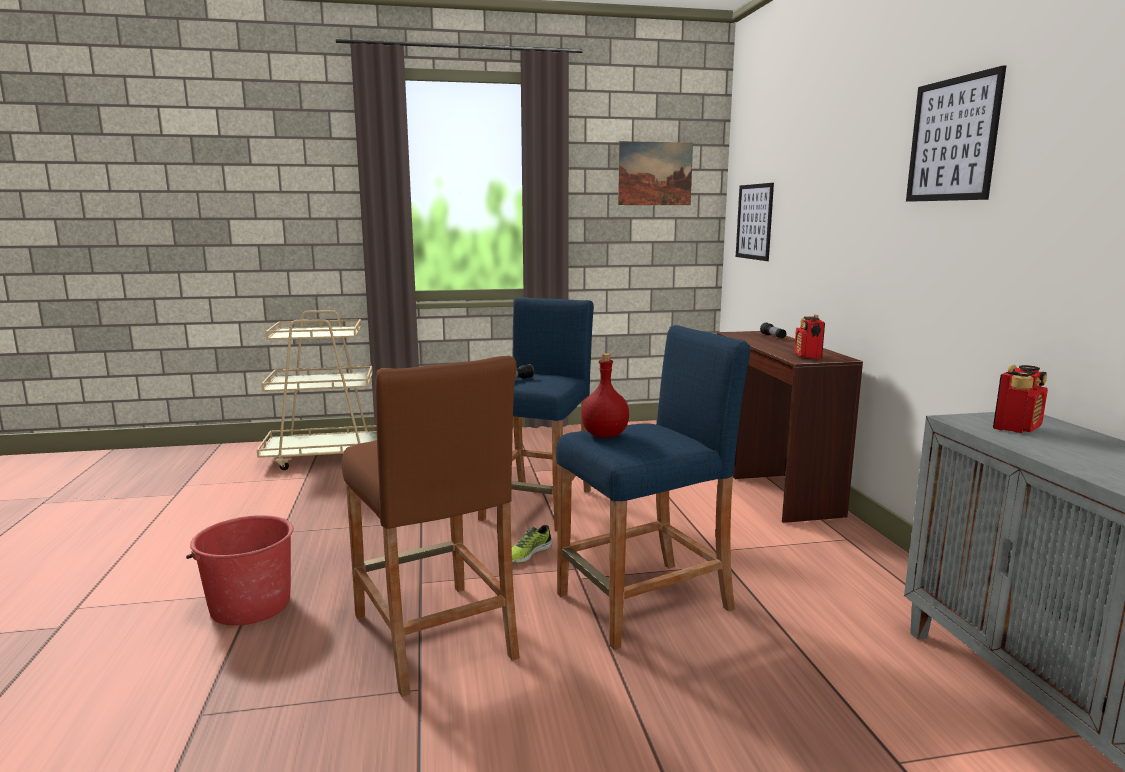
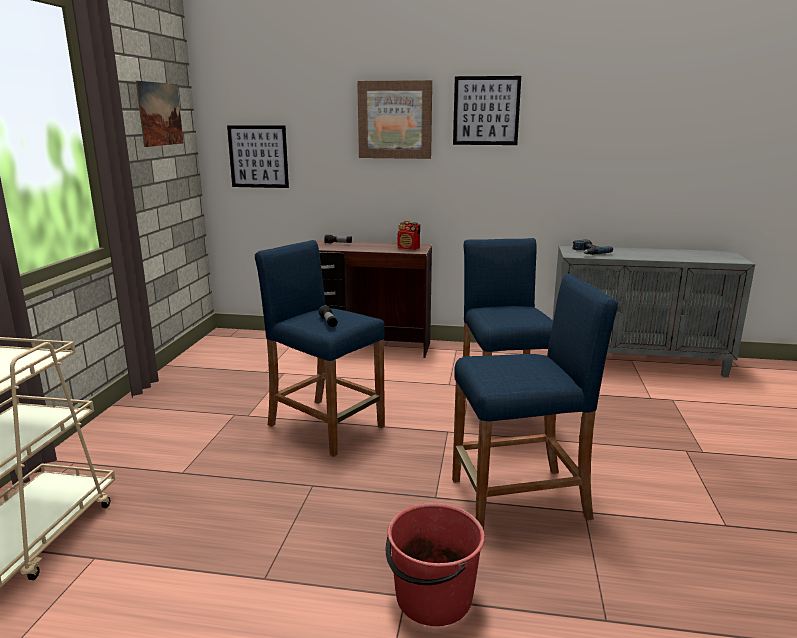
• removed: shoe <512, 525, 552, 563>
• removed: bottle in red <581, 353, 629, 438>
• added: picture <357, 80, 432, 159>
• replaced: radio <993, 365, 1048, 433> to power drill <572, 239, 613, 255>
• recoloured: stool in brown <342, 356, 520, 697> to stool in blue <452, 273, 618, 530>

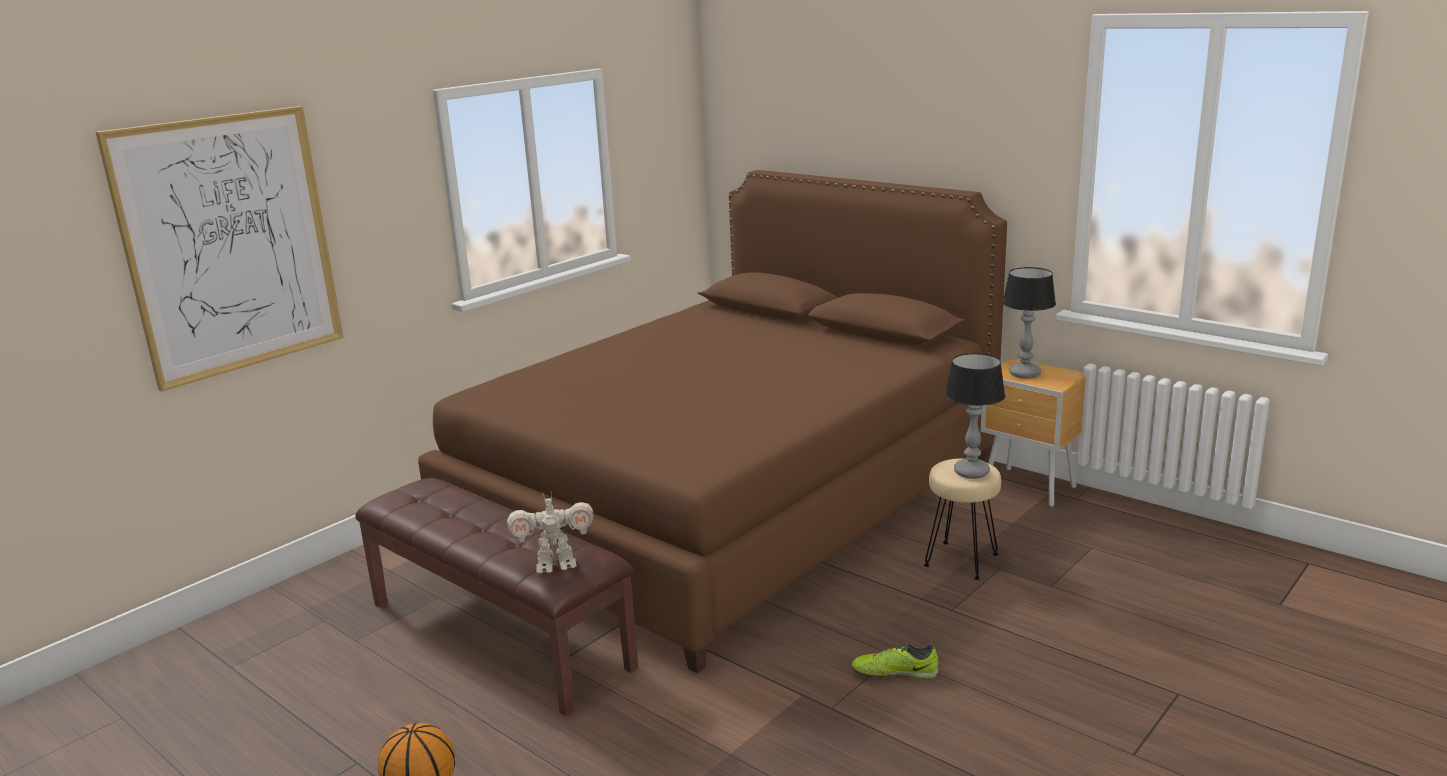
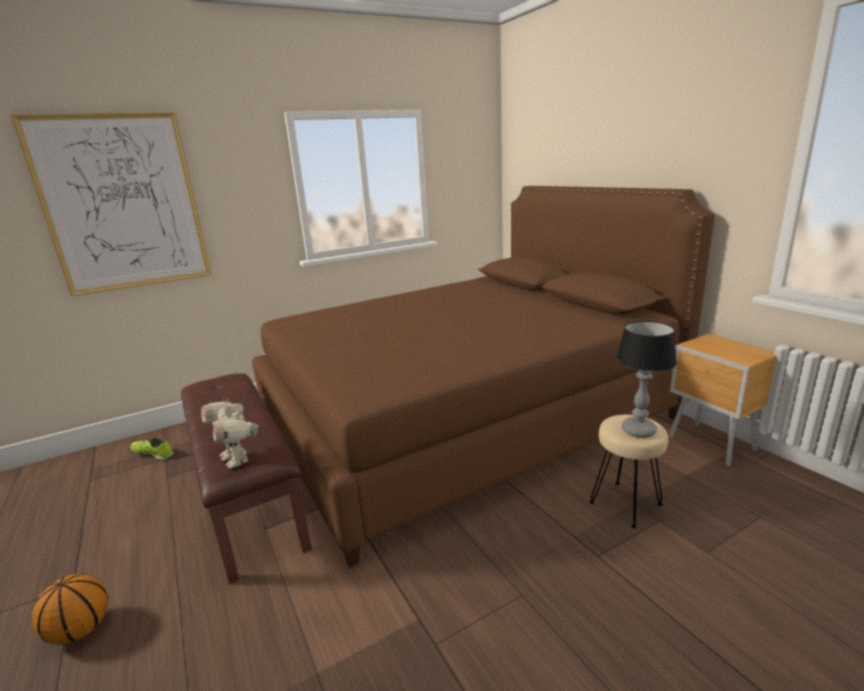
• removed: table lamp <1002, 267, 1056, 378>
• moved: shoe <851, 643, 938, 679> to <130, 437, 174, 460>
• turned: toy robot <507, 492, 594, 573> = <201, 398, 259, 468> 45 degrees clockwise

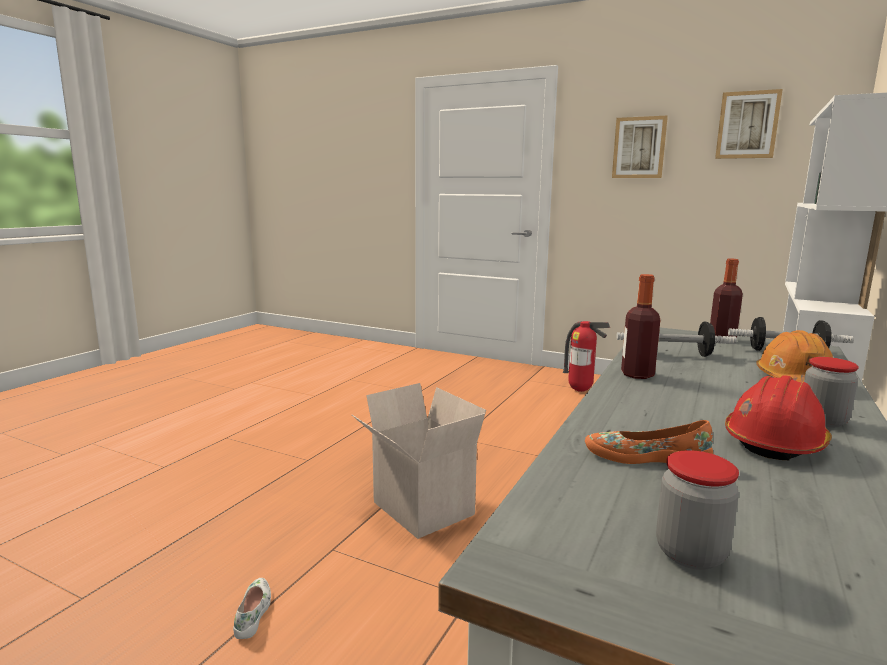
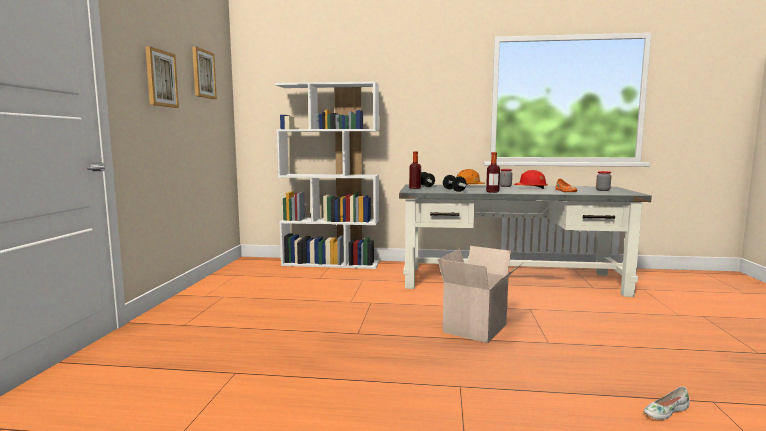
• removed: fire extinguisher <563, 321, 610, 392>
• moved: shoe in white <233, 578, 271, 639> to <644, 386, 690, 420>

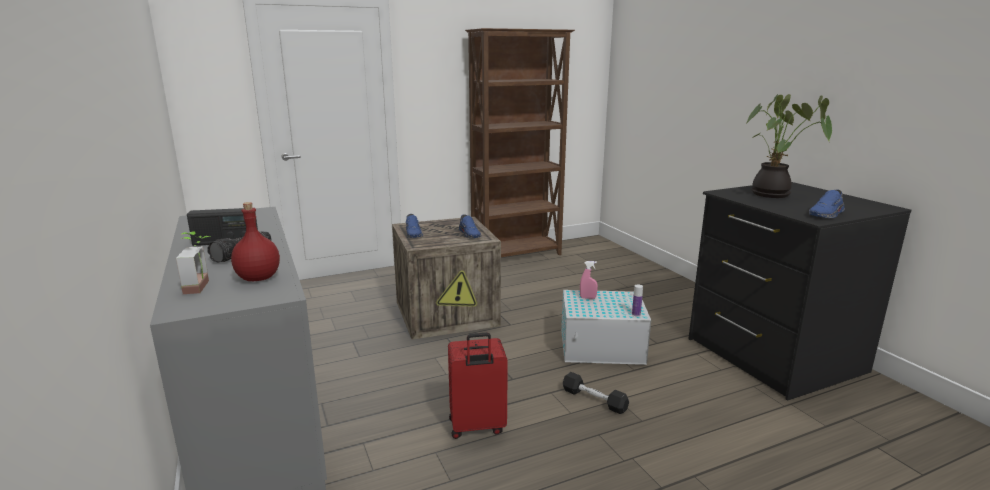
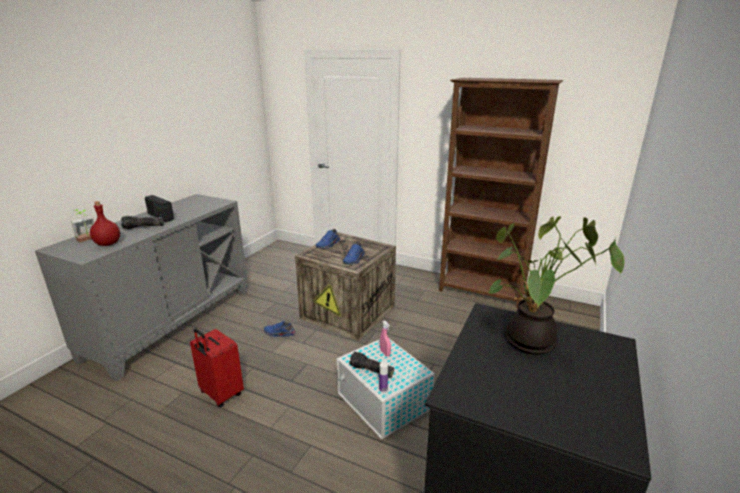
• removed: dumbbell in black <563, 372, 629, 414>
• added: flashlight <349, 351, 394, 378>
• moved: shoe in blue <809, 189, 845, 218> to <264, 321, 296, 337>

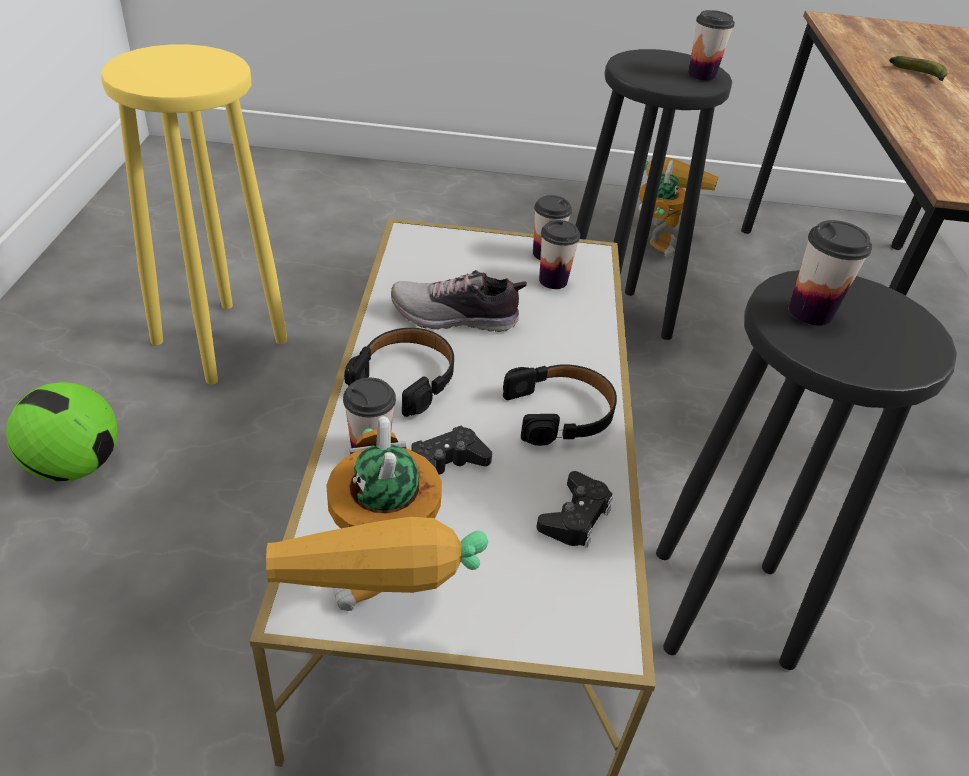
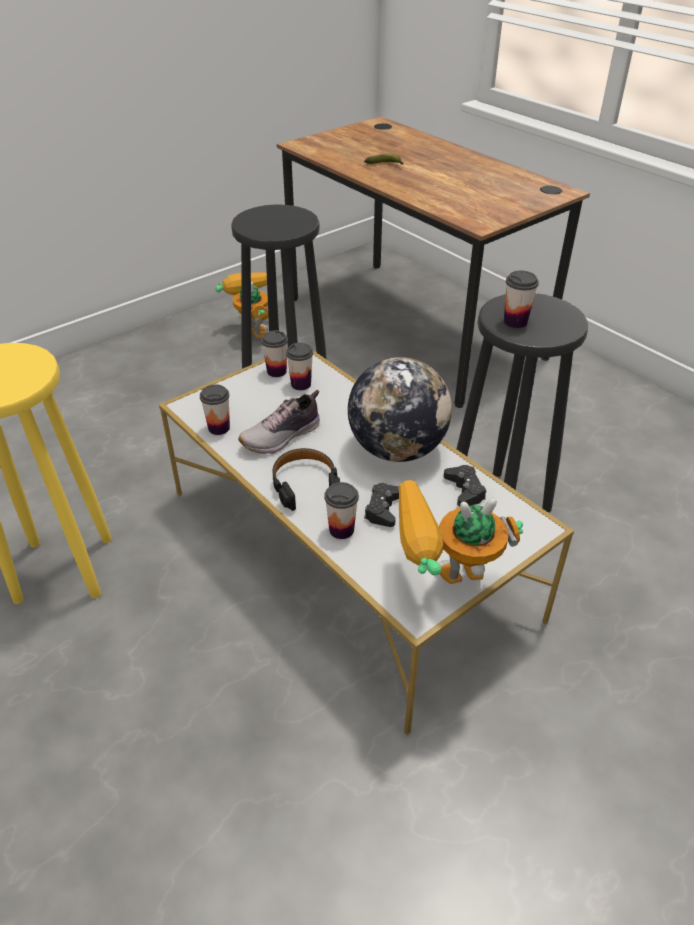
• removed: football <6, 382, 117, 482>
• moved: cup <688, 10, 735, 81> to <200, 384, 230, 435>
• replaced: headphones in black <503, 364, 617, 446> to globe <348, 357, 452, 462>
• turned: toy robot <266, 416, 488, 611> = <398, 480, 523, 584> 135 degrees clockwise

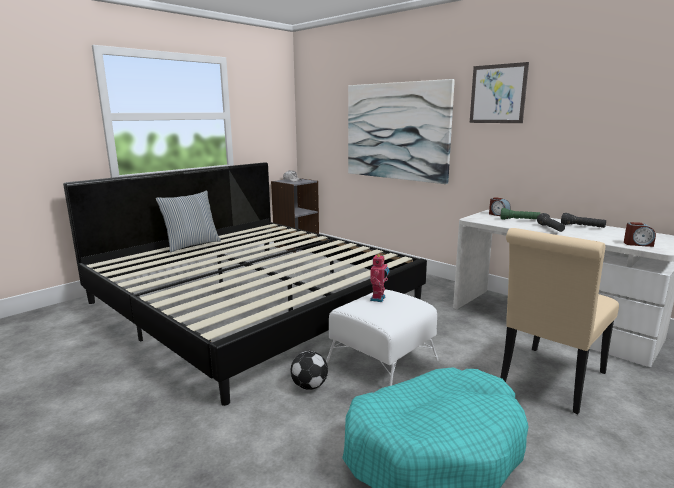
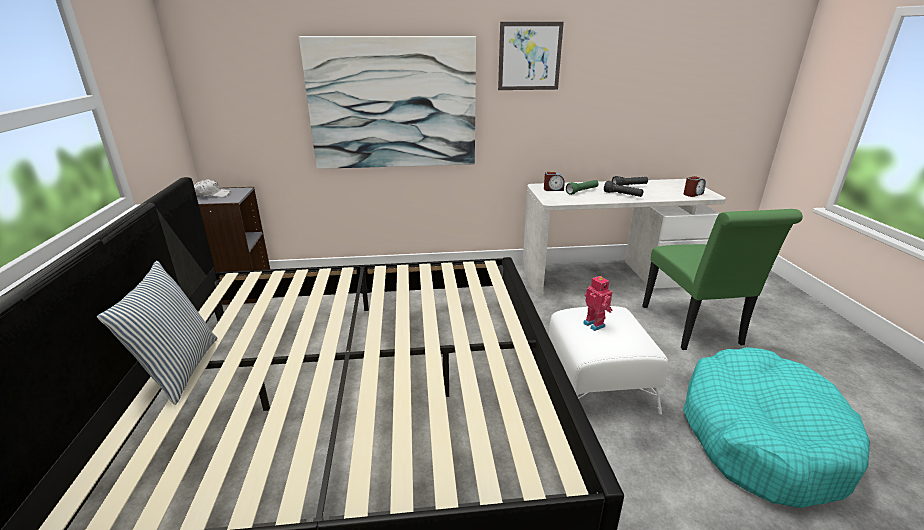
• removed: football <290, 351, 328, 390>
• recoloured: chair in beige <500, 228, 619, 414> to chair in green <642, 209, 803, 350>

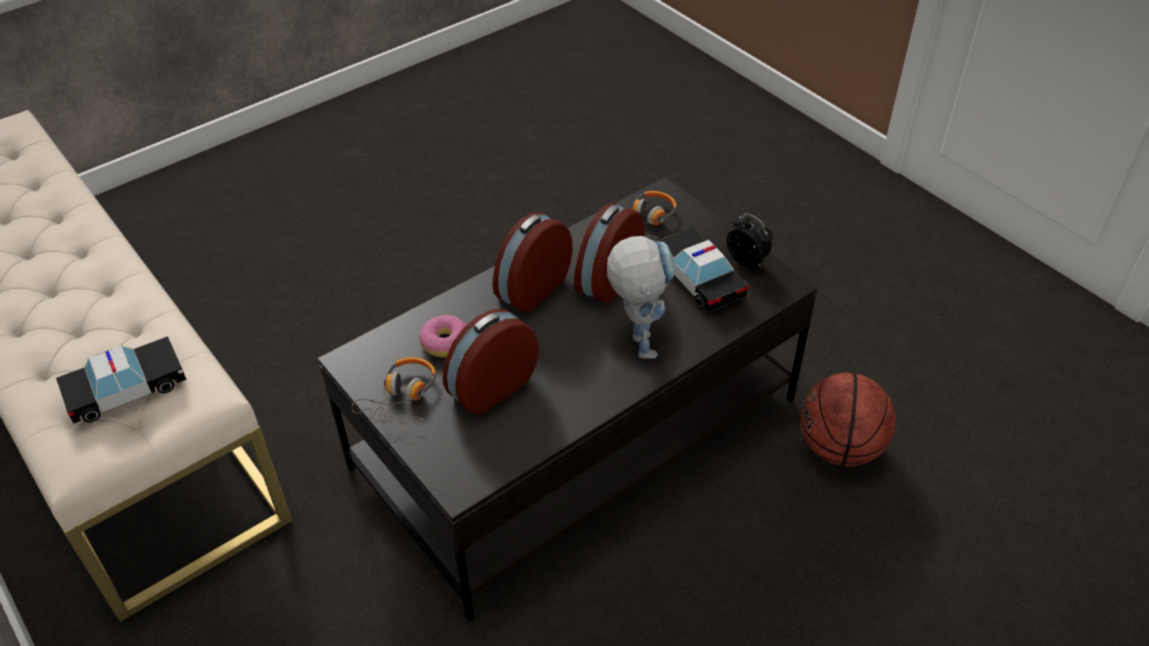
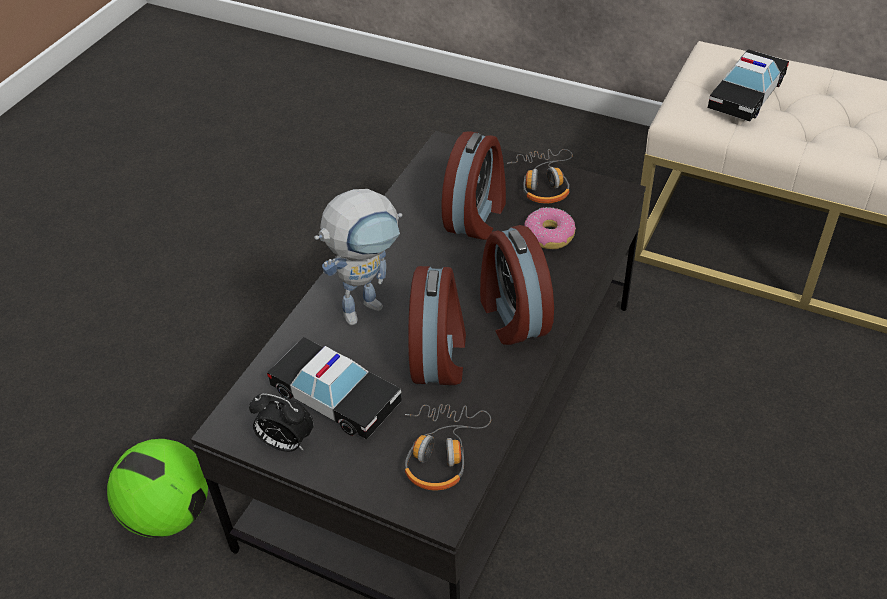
• replaced: basketball <800, 373, 896, 466> to football <107, 439, 208, 538>
• turned: alarm clock <492, 213, 573, 312> = <480, 225, 554, 345> 150 degrees clockwise
• turned: toy robot <607, 236, 676, 359> = <314, 189, 402, 325> 90 degrees counterclockwise

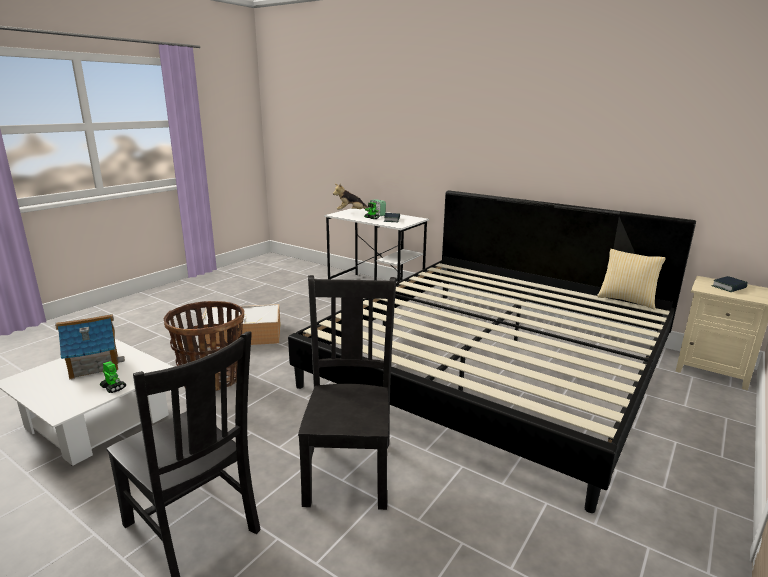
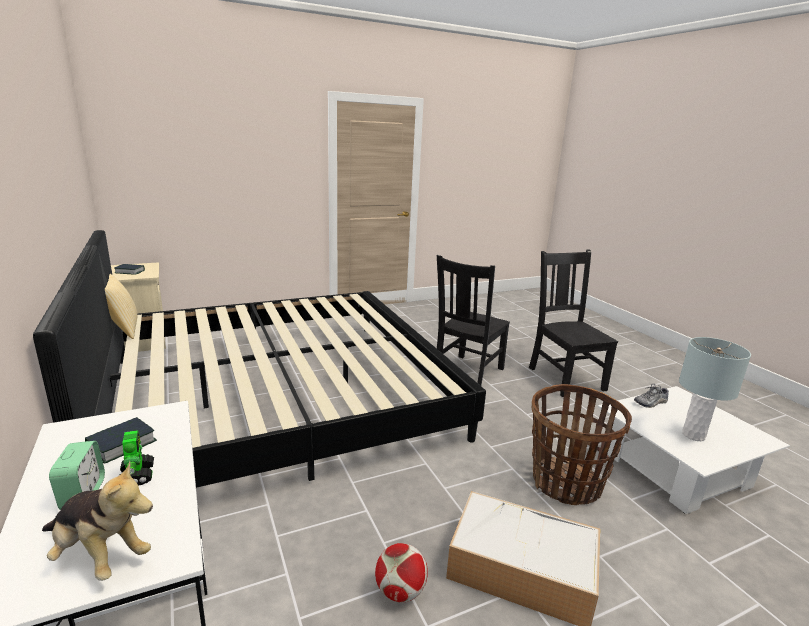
• added: football <375, 543, 428, 603>
• replaced: toy house <55, 314, 125, 380> to table lamp in grey <679, 337, 751, 441>
• replaced: toy robot <100, 361, 127, 393> to shoe <634, 383, 669, 408>

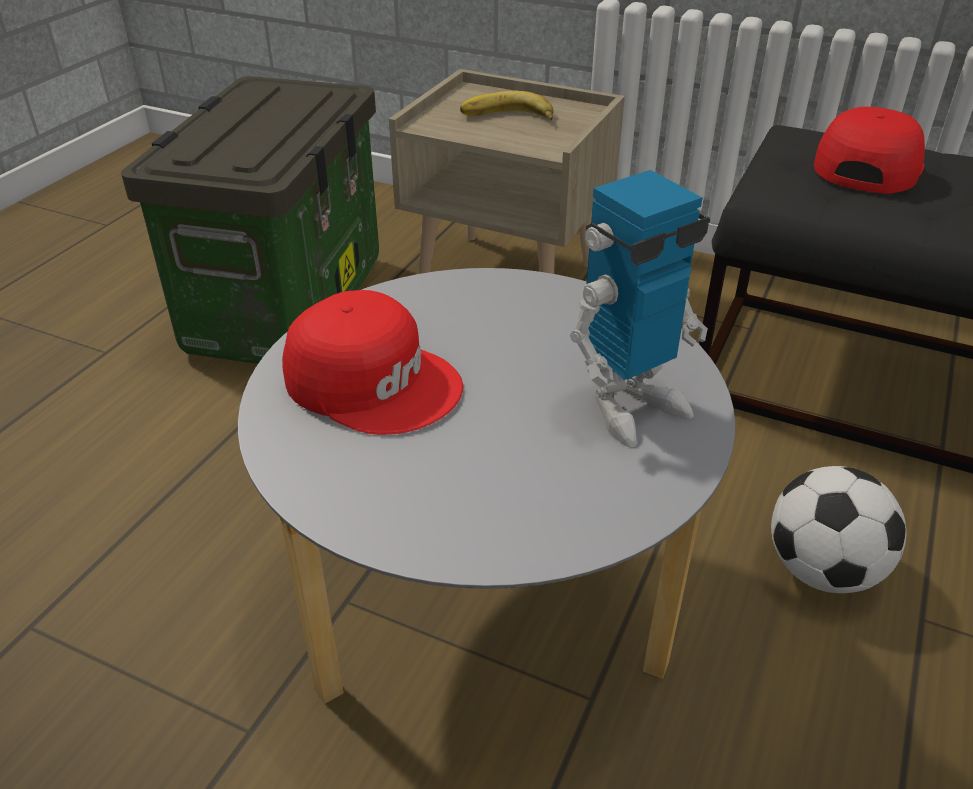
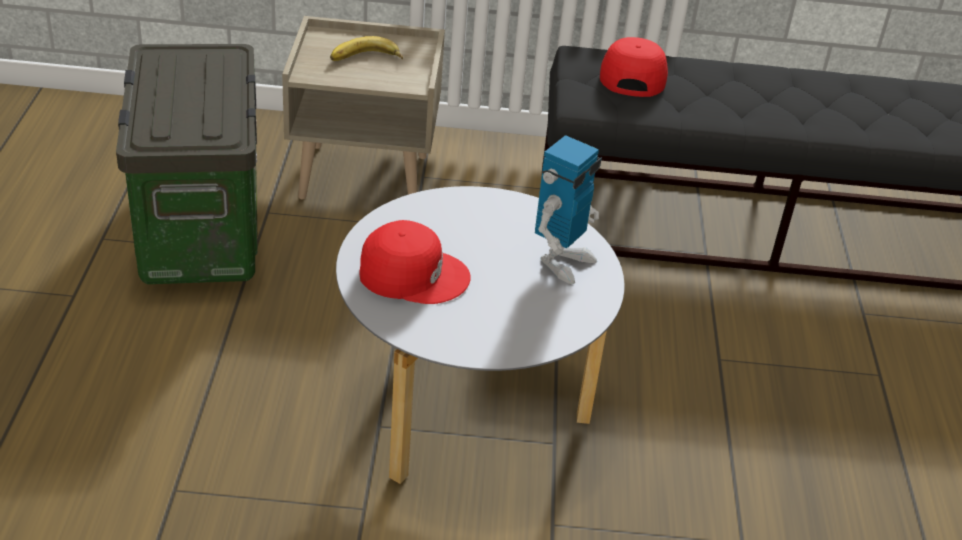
• removed: football <771, 466, 907, 593>

